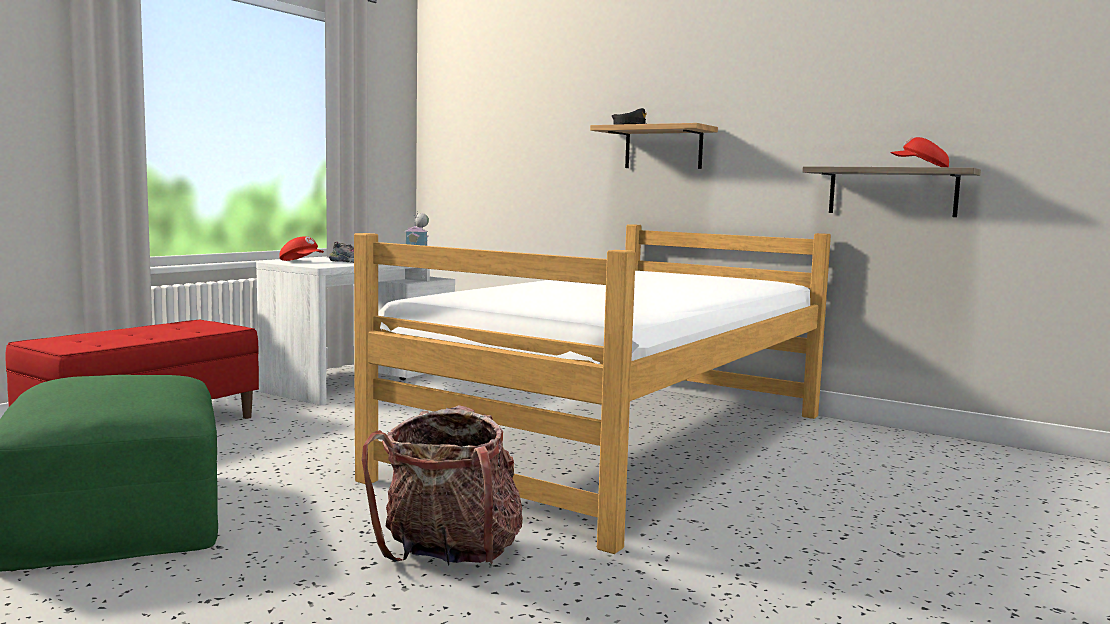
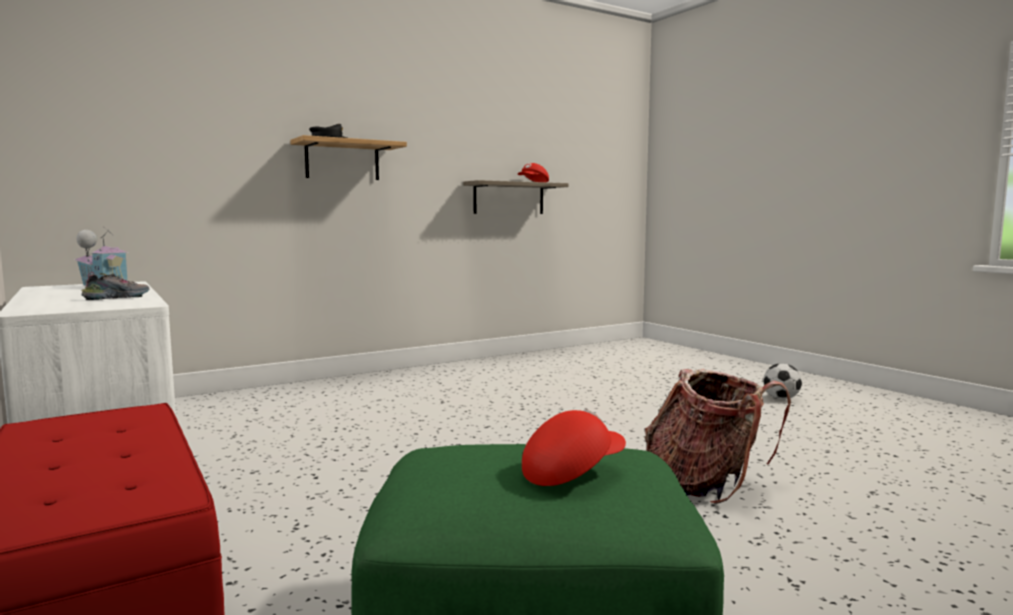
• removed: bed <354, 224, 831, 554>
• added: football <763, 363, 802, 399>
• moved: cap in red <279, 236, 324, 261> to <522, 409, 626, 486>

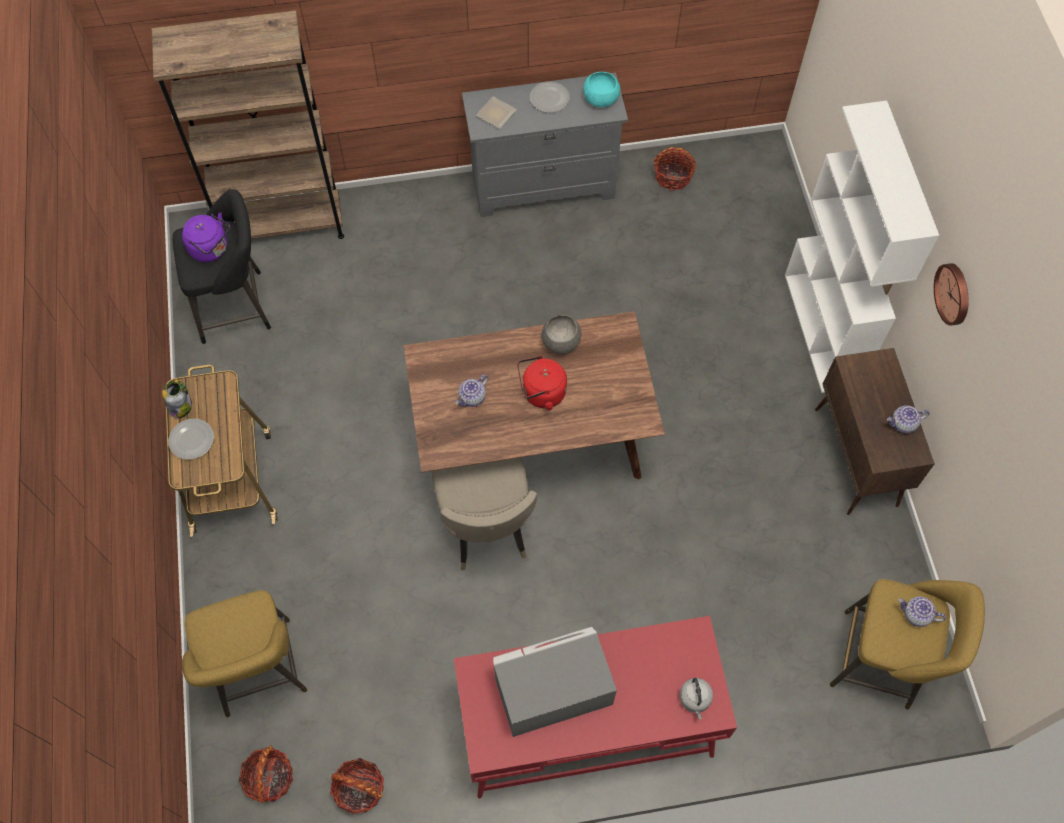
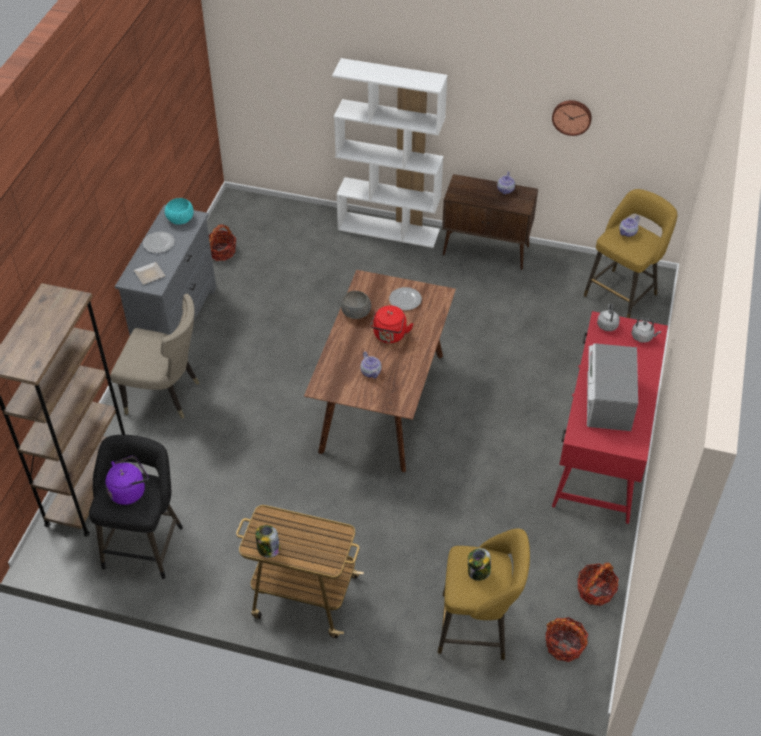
• added: jar <468, 548, 491, 581>
• added: kettle in grey <597, 304, 620, 331>
• moved: plate <168, 419, 214, 460> to <389, 287, 422, 310>
• moved: chair in beige <432, 457, 537, 571> to <110, 294, 199, 419>
• moved: wall clock <934, 263, 969, 326> to <552, 100, 592, 136>

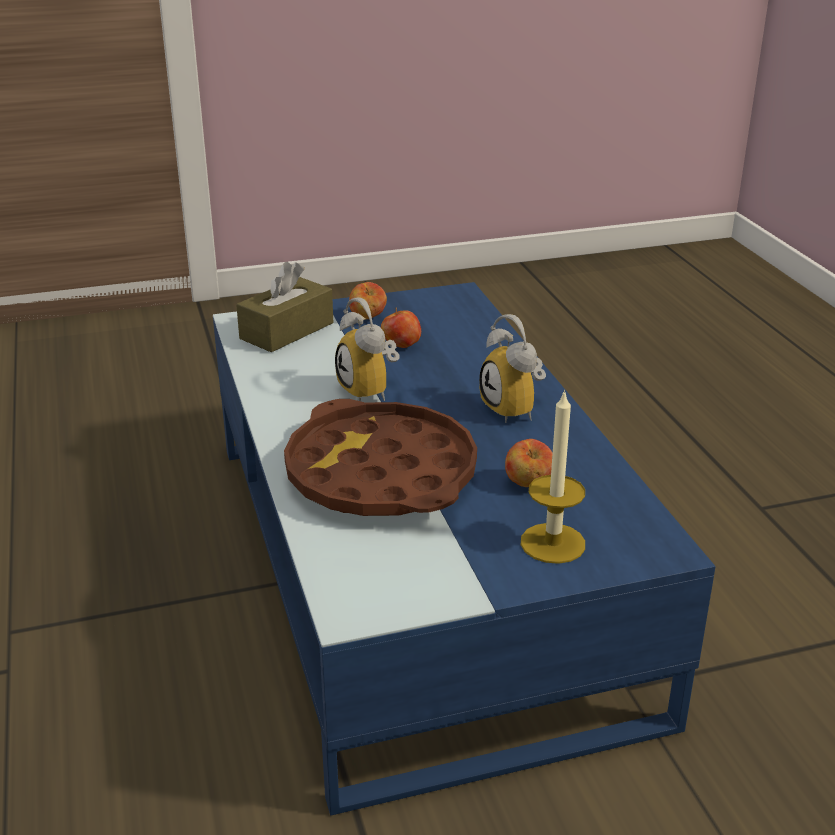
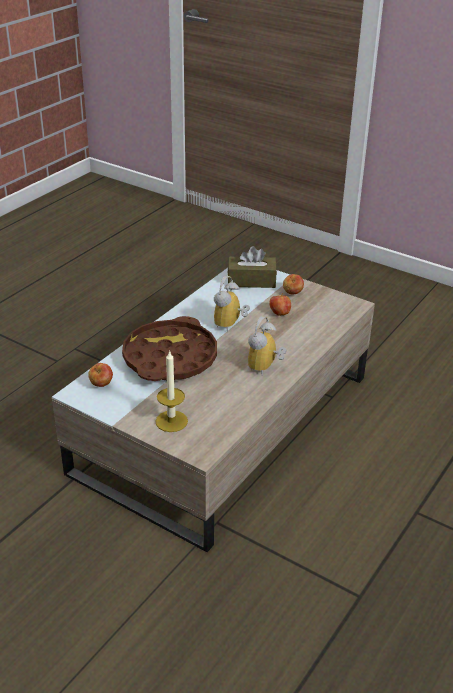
• moved: apple <505, 439, 553, 487> to <88, 363, 113, 387>
• recoloured: coffee table in blue <213, 282, 716, 815> to coffee table in beige <52, 268, 375, 552>

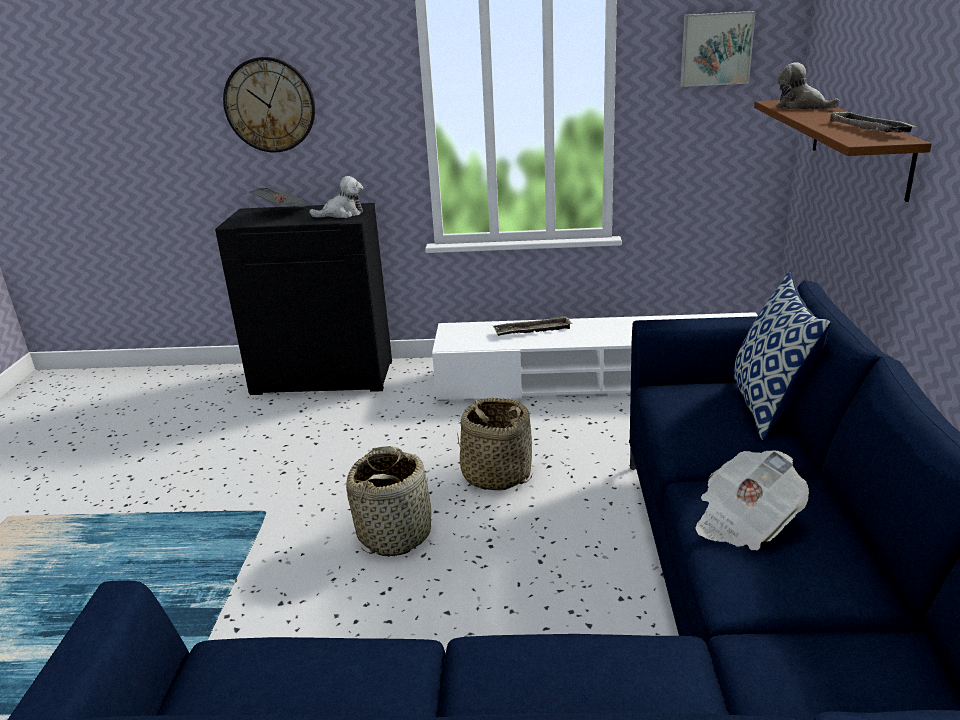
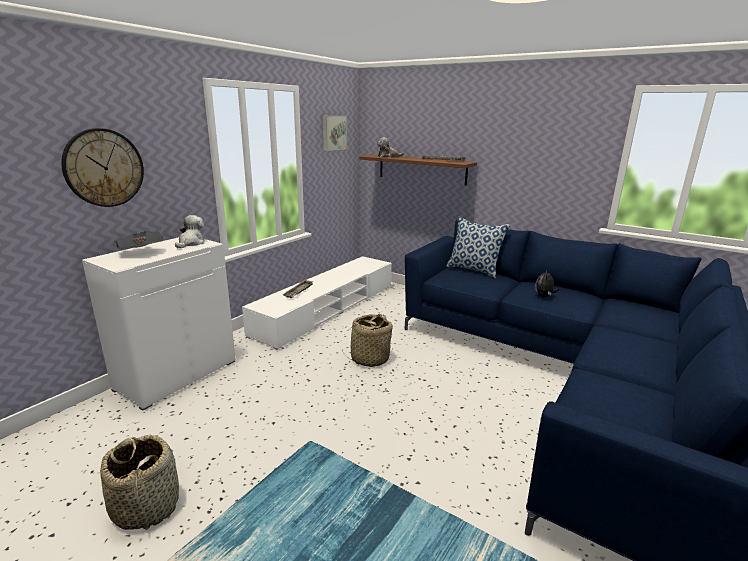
• moved: basket <346, 446, 431, 556> to <100, 435, 179, 530>
• replaced: newspaper <695, 450, 809, 550> to plush toy <535, 270, 559, 297>
• recoloured: cabinet in black <215, 203, 392, 395> to cabinet in white <82, 237, 236, 411>

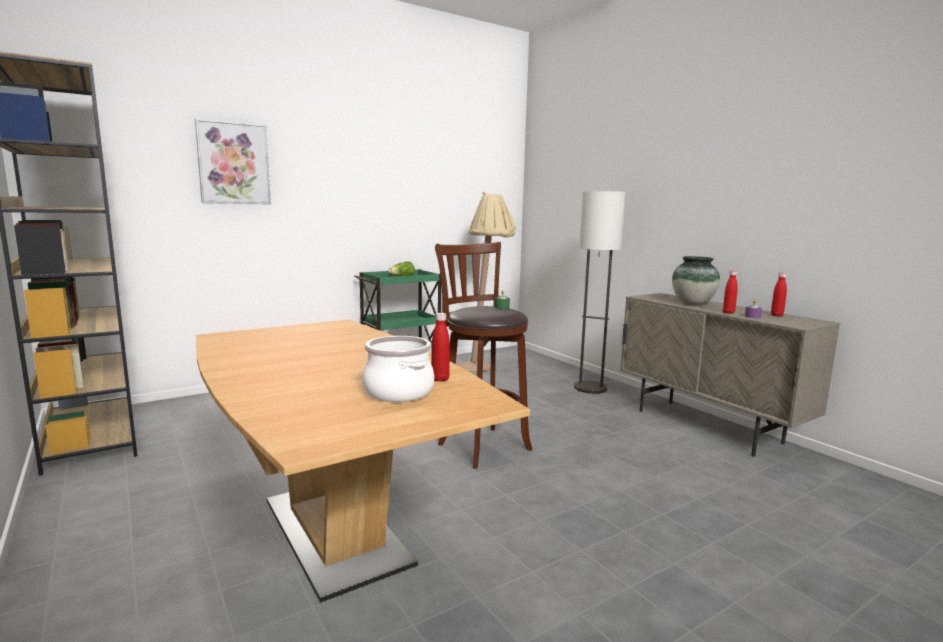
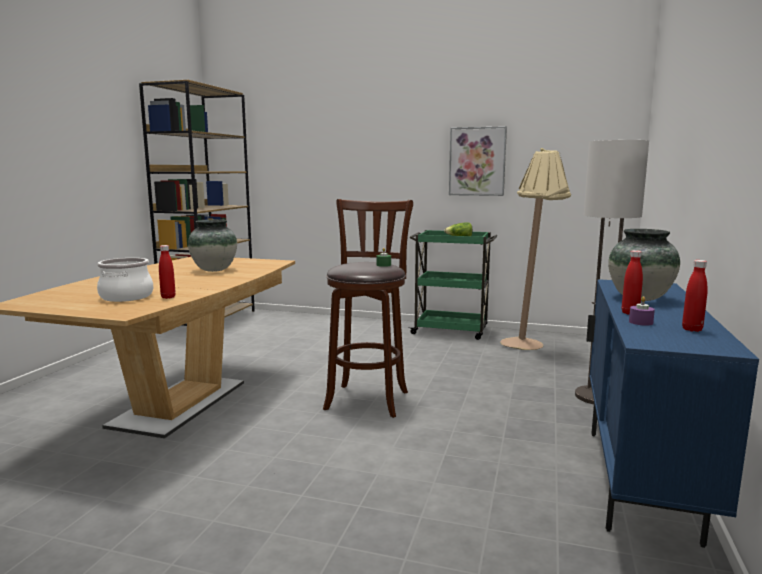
• added: vase <188, 219, 237, 272>
• moved: picture <195, 119, 271, 204> to <449, 126, 507, 196>
• recoloured: cabinet in beige <620, 293, 840, 457> to cabinet in blue <586, 279, 759, 548>

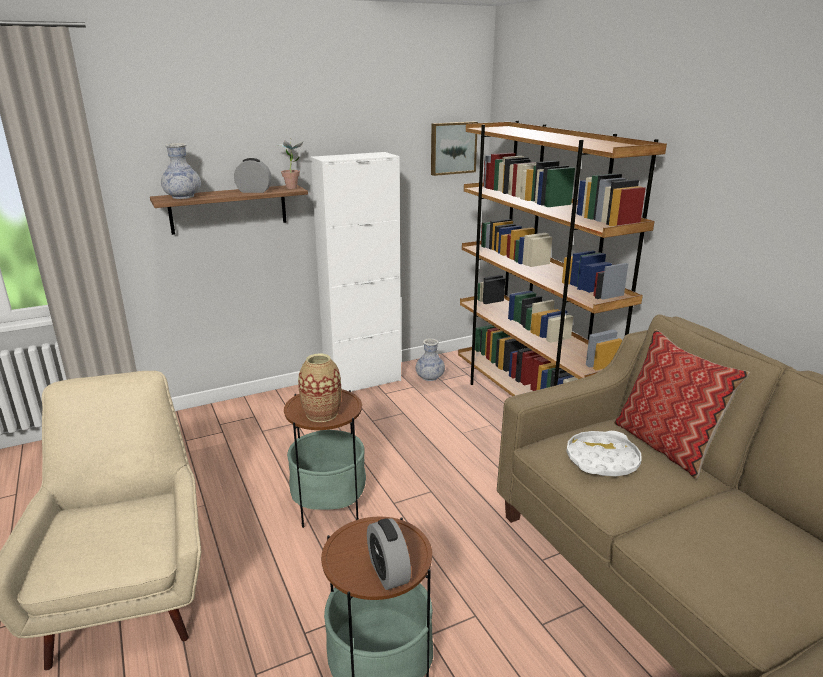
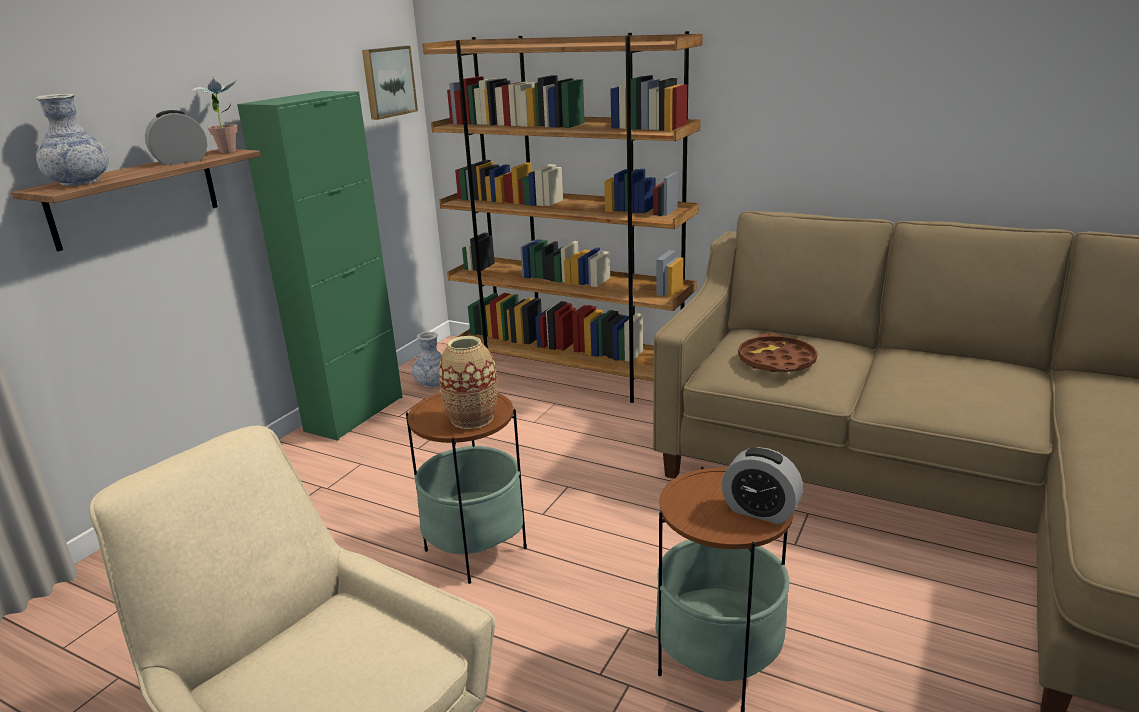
• removed: pillow <614, 329, 750, 479>
• recoloured: cabinet in white <310, 152, 401, 392> to cabinet in green <237, 91, 403, 441>
• recoloured: tray in white <566, 431, 641, 477> to tray in brown <738, 333, 818, 372>

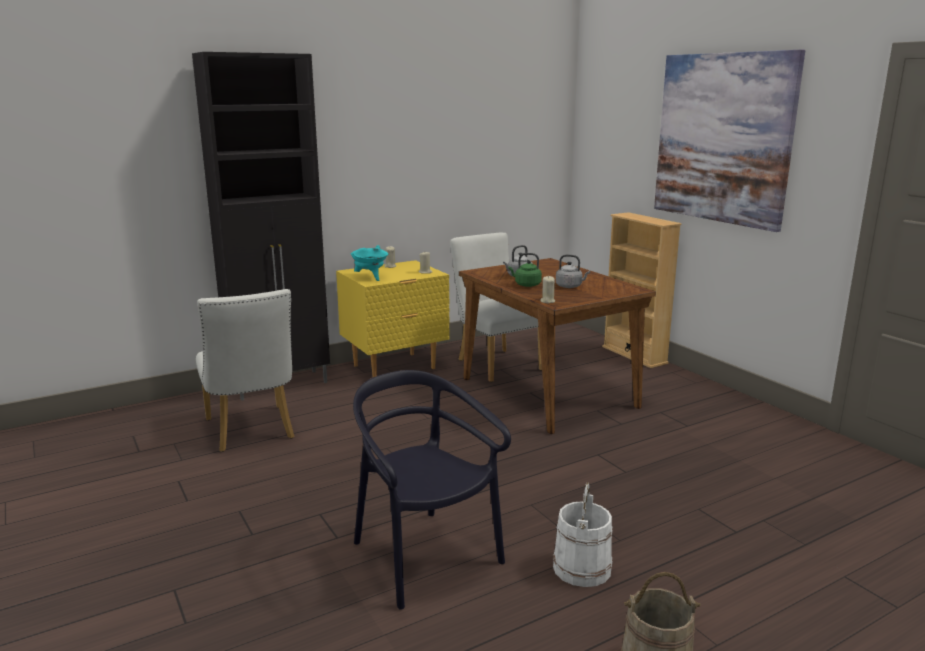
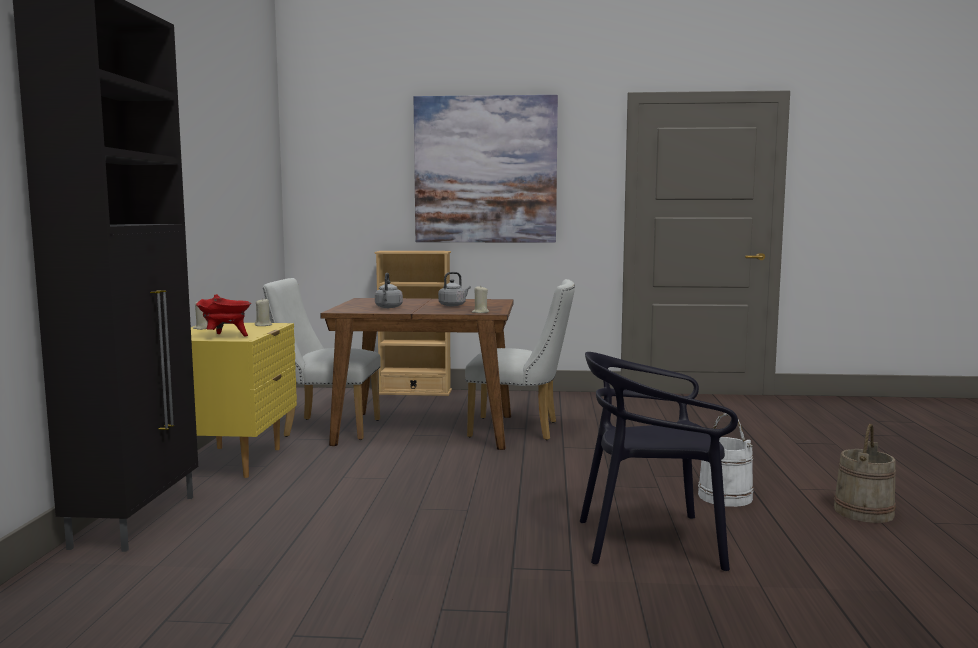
• removed: kettle in green <508, 253, 542, 287>
• moved: chair in white <196, 289, 294, 452> to <465, 279, 575, 440>
• recoloured: cooking pot in turquoise <350, 245, 388, 281> to cooking pot in red <196, 294, 251, 337>

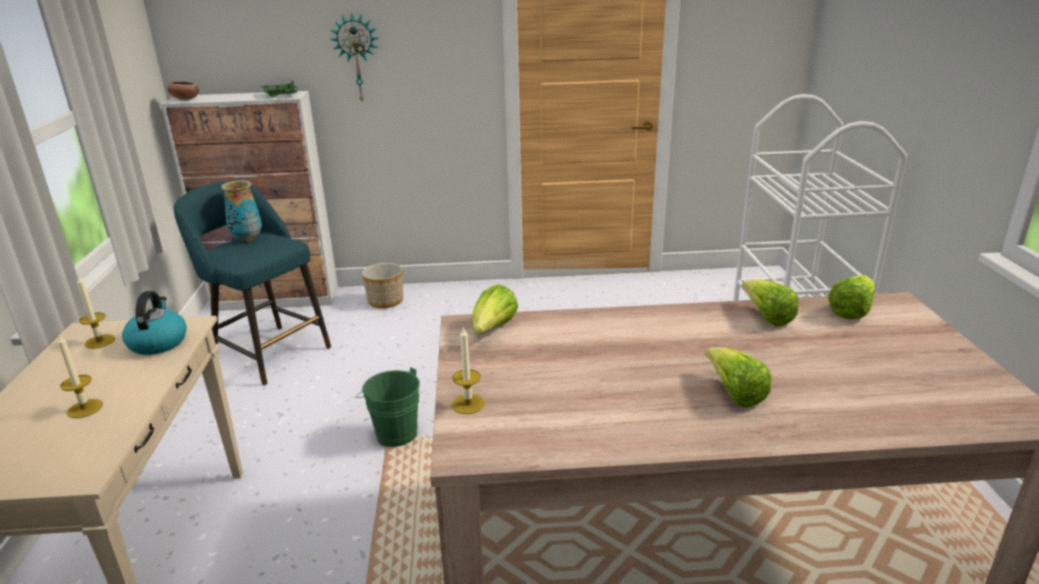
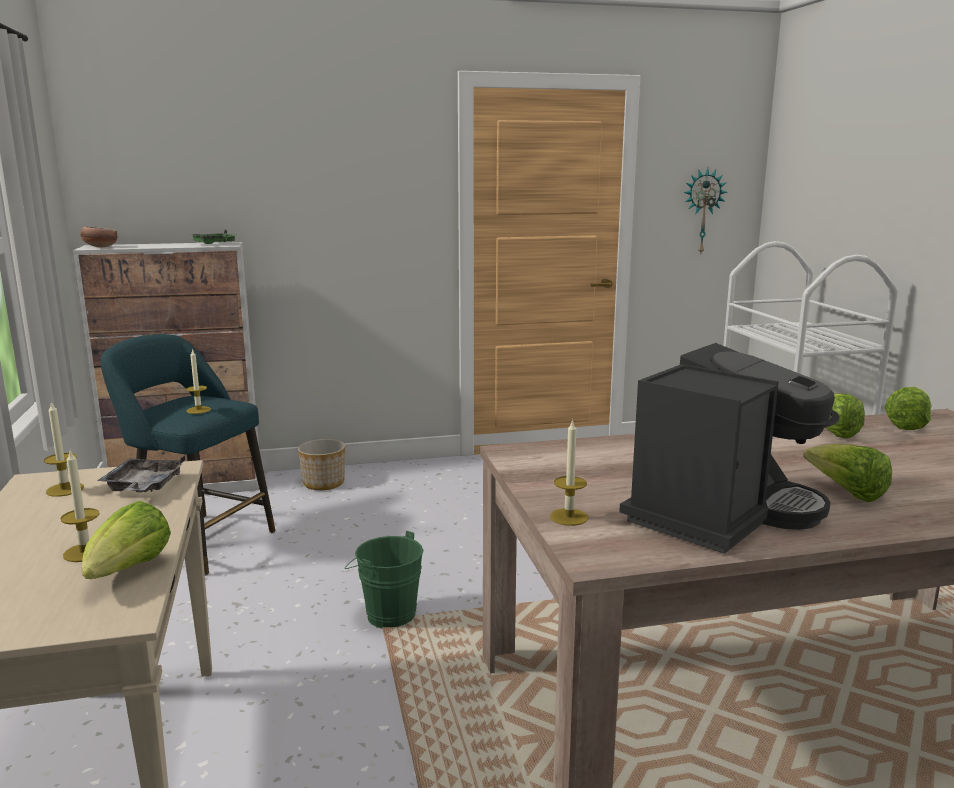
• removed: vase <221, 180, 262, 242>
• added: candle <186, 349, 211, 414>
• added: coffee machine <619, 343, 840, 554>
• moved: wall clock <330, 13, 378, 101> to <684, 168, 727, 253>
• moved: lettuce <472, 284, 518, 334> to <82, 501, 171, 579>
• replaced: kettle <122, 291, 187, 355> to tray in grey <97, 456, 185, 492>

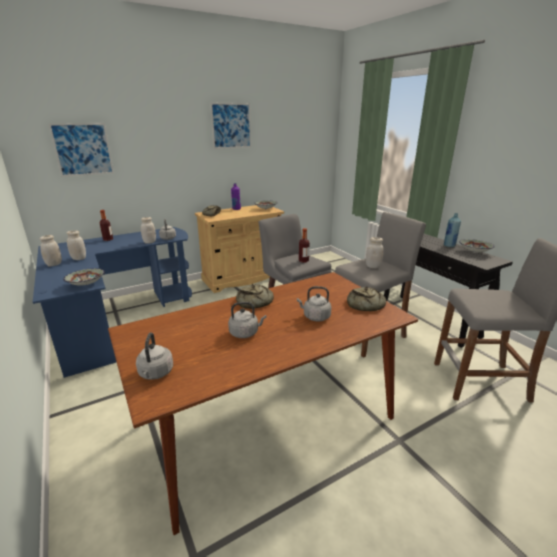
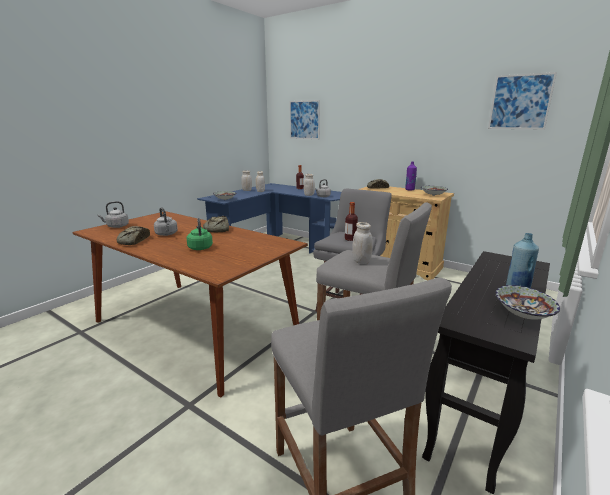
• moved: picture <210, 103, 251, 149> to <488, 72, 557, 129>
• moved: bread <347, 286, 386, 311> to <117, 226, 150, 245>
• recoloured: kettle in grey <297, 286, 331, 321> to kettle in green <186, 218, 213, 250>

